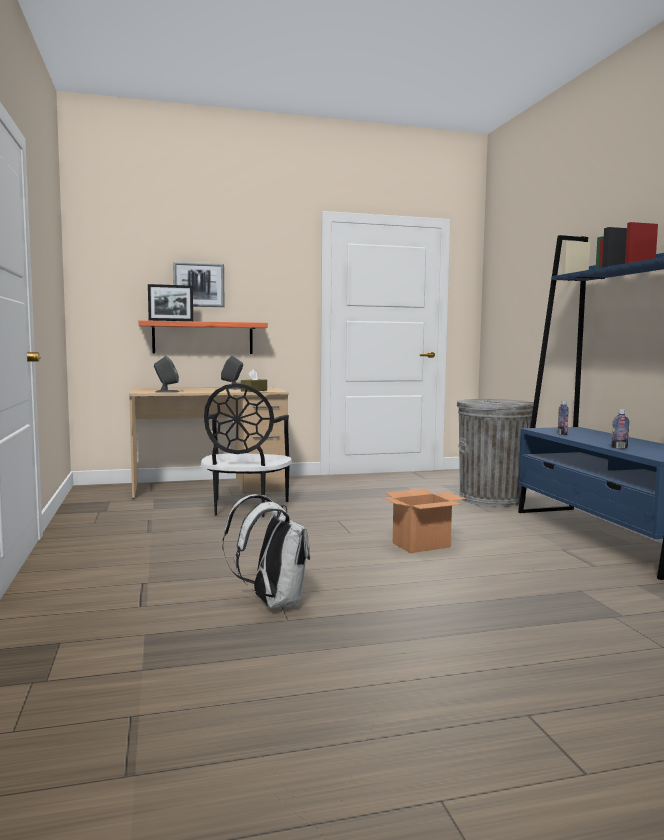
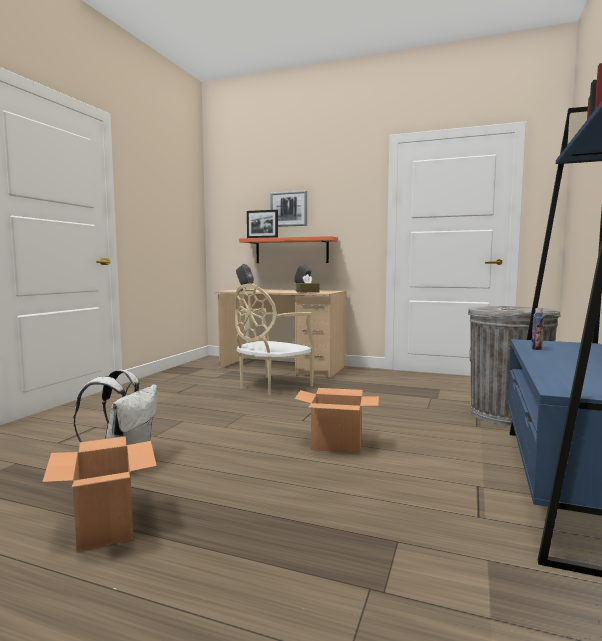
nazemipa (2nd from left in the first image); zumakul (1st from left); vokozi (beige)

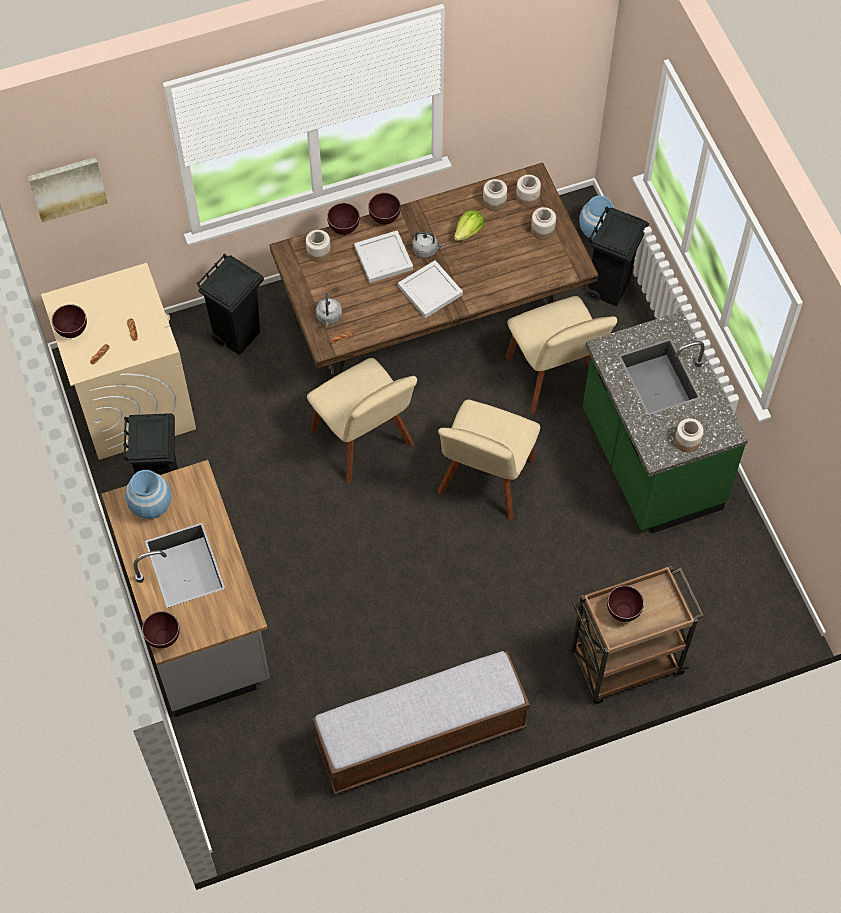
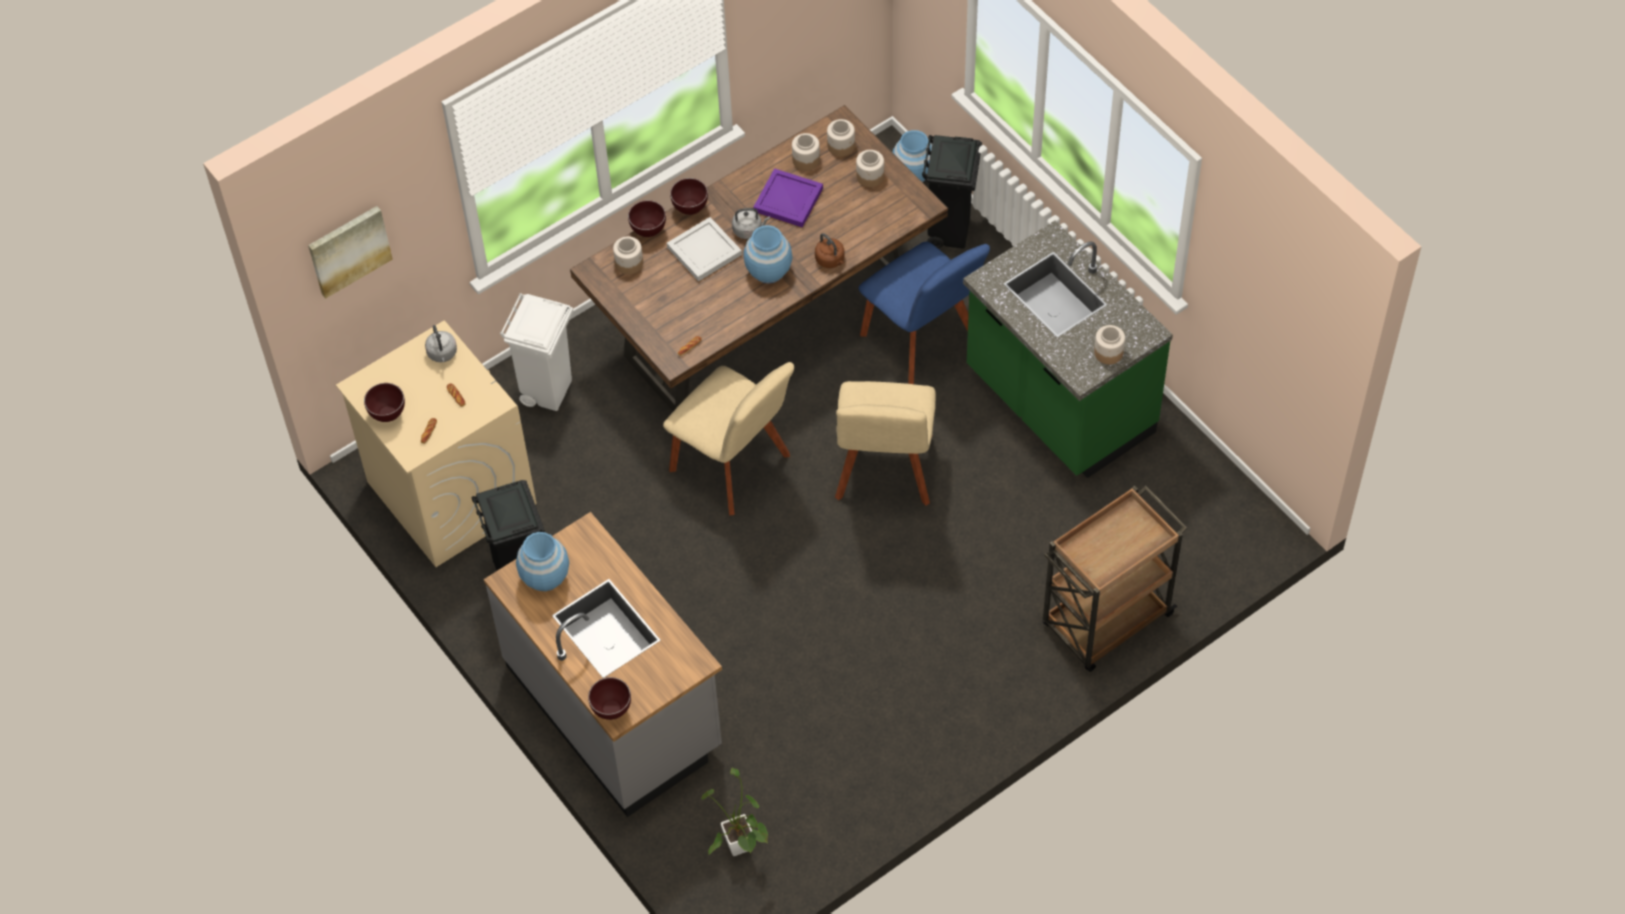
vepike; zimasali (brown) (5th from left in the first image); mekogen; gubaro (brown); gubaro (grey) (1st from left); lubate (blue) (2nd from left); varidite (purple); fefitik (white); vokozi (blue)

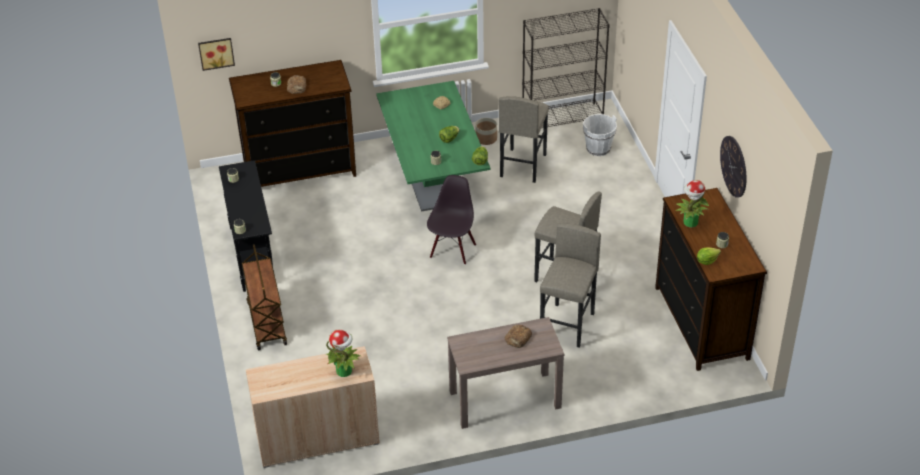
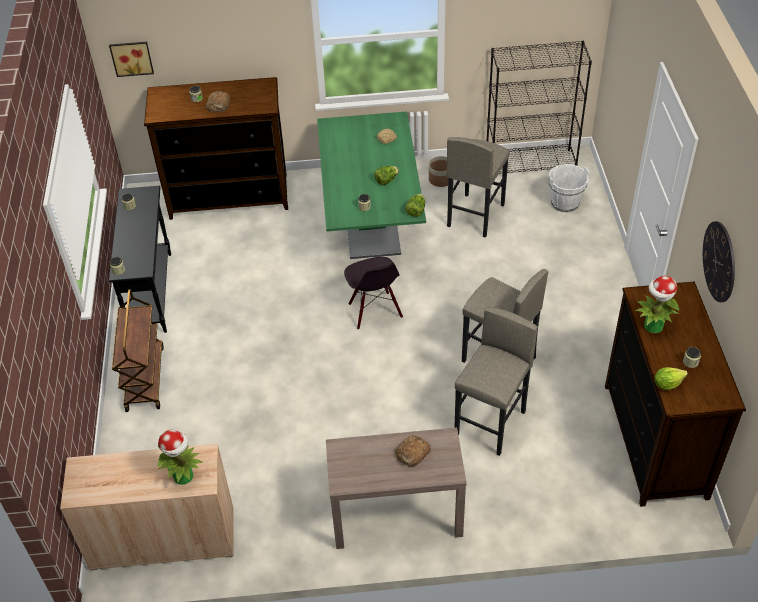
vokozi (black)

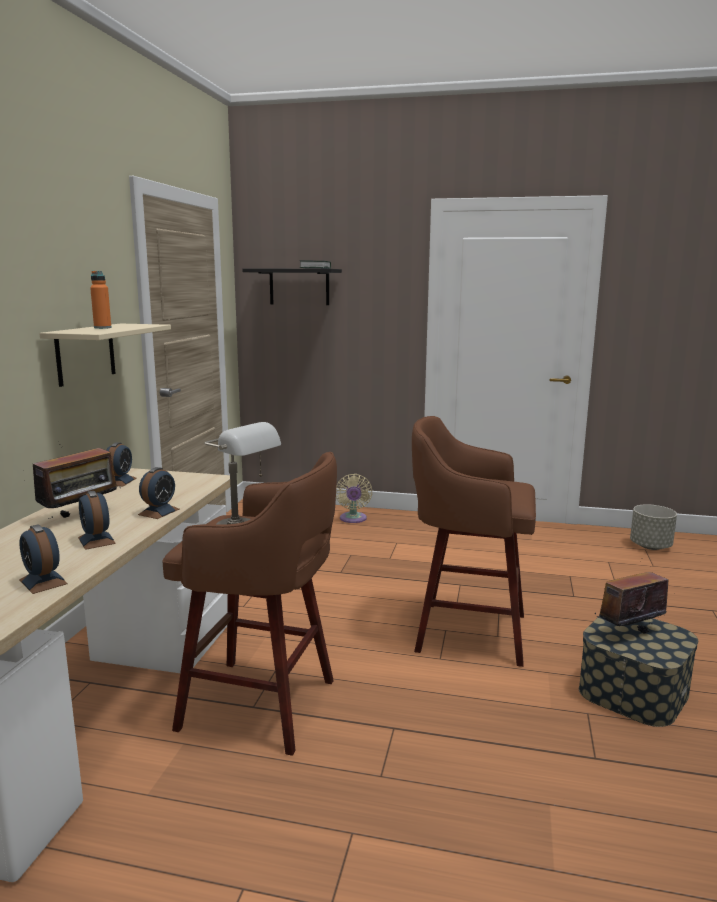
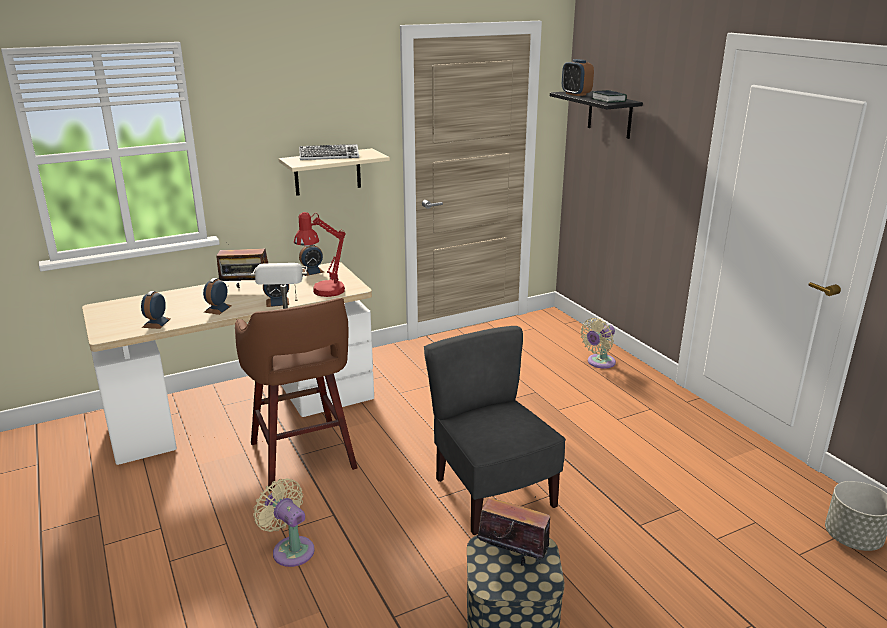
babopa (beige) (1st from left); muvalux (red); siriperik (5th from left); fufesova; vokozi (grey)

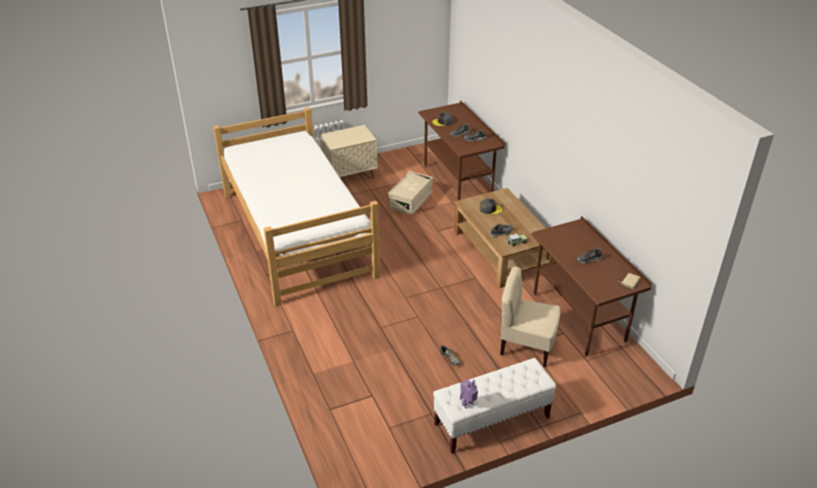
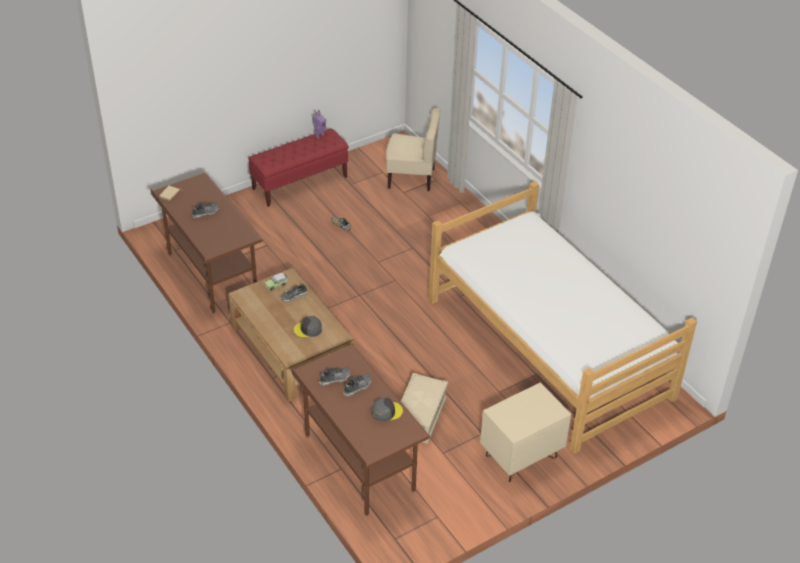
vokozi (beige); vepike (red)

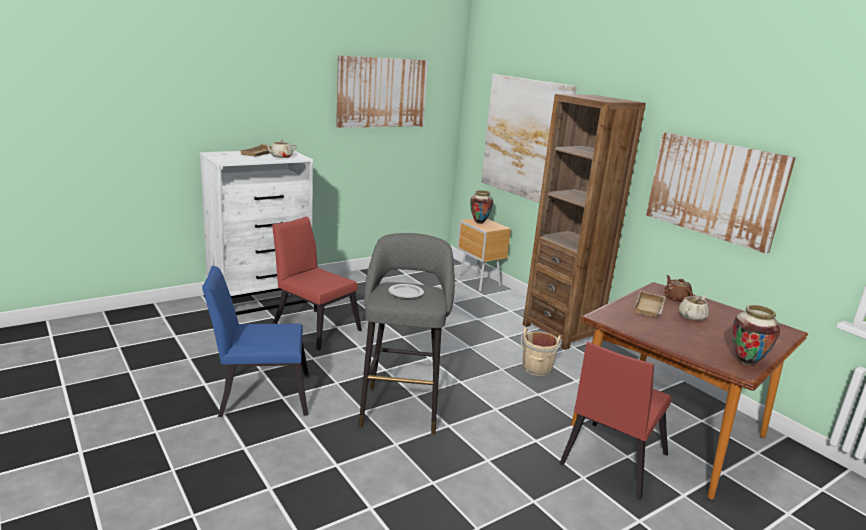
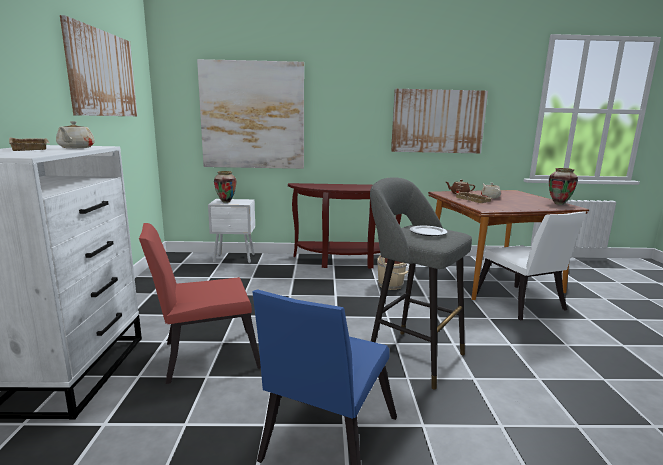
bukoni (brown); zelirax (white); vokozi (white)

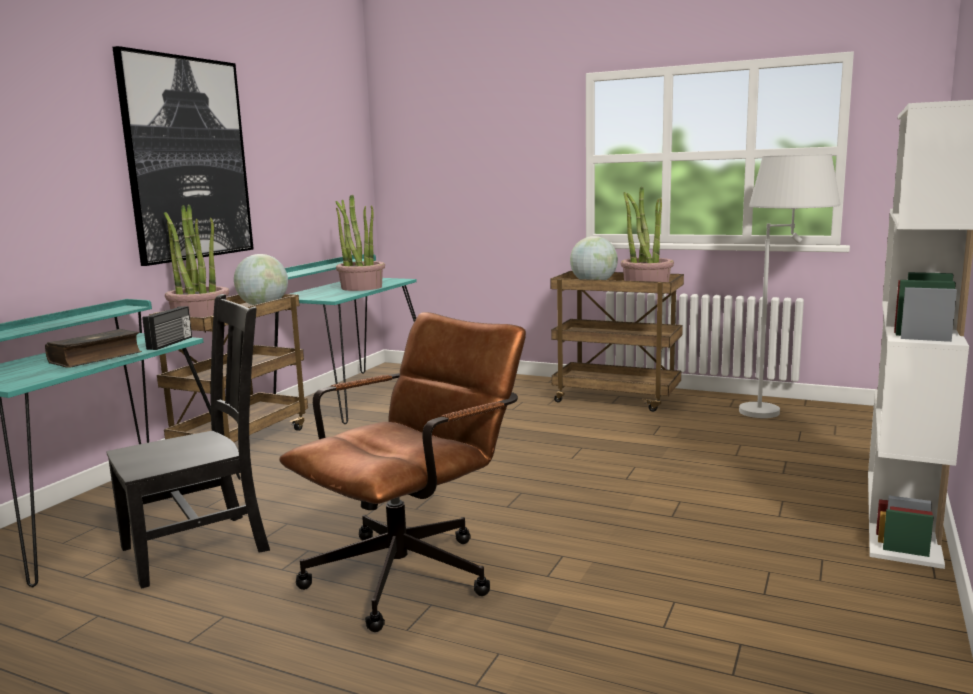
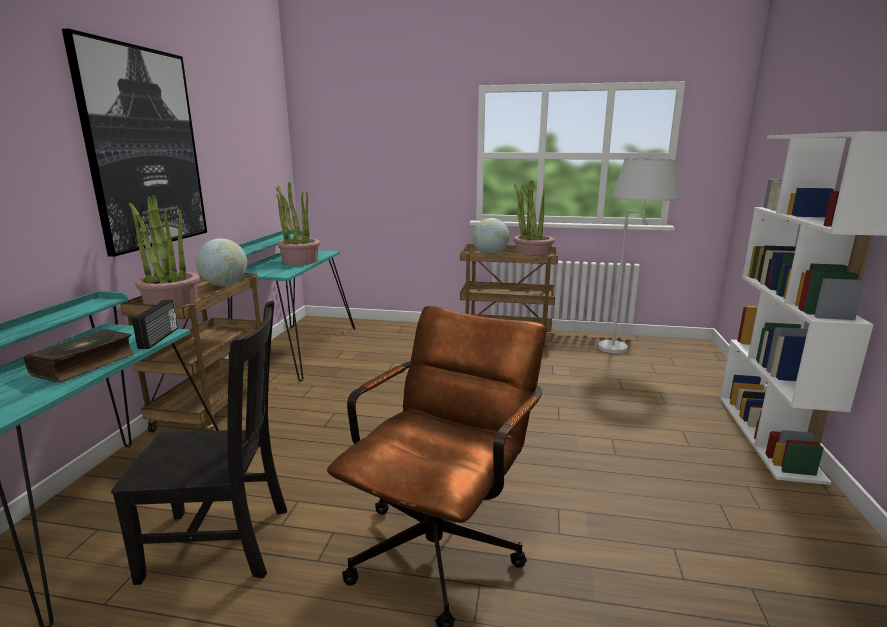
vokozi (black)

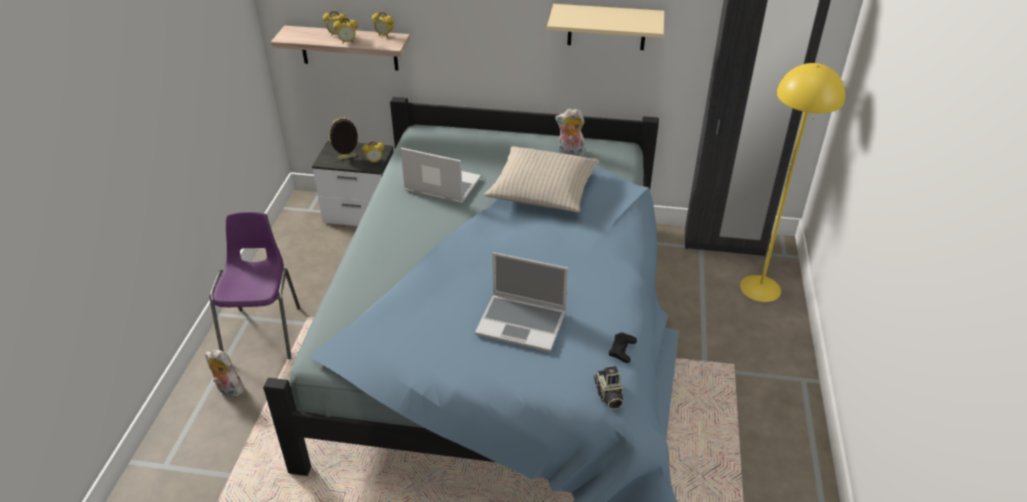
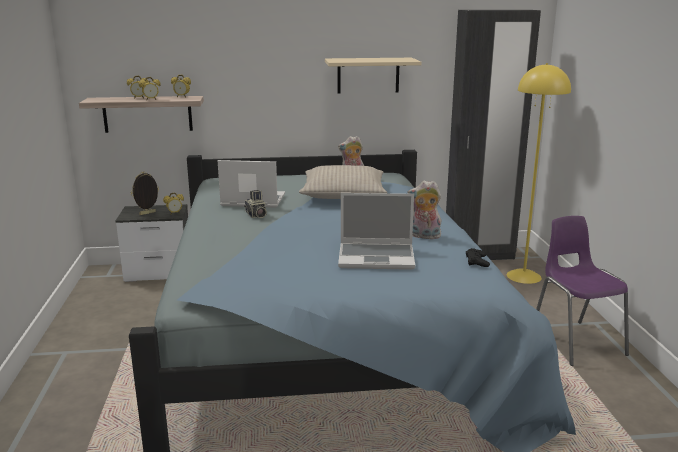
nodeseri (2nd from left); vokozi (purple); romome

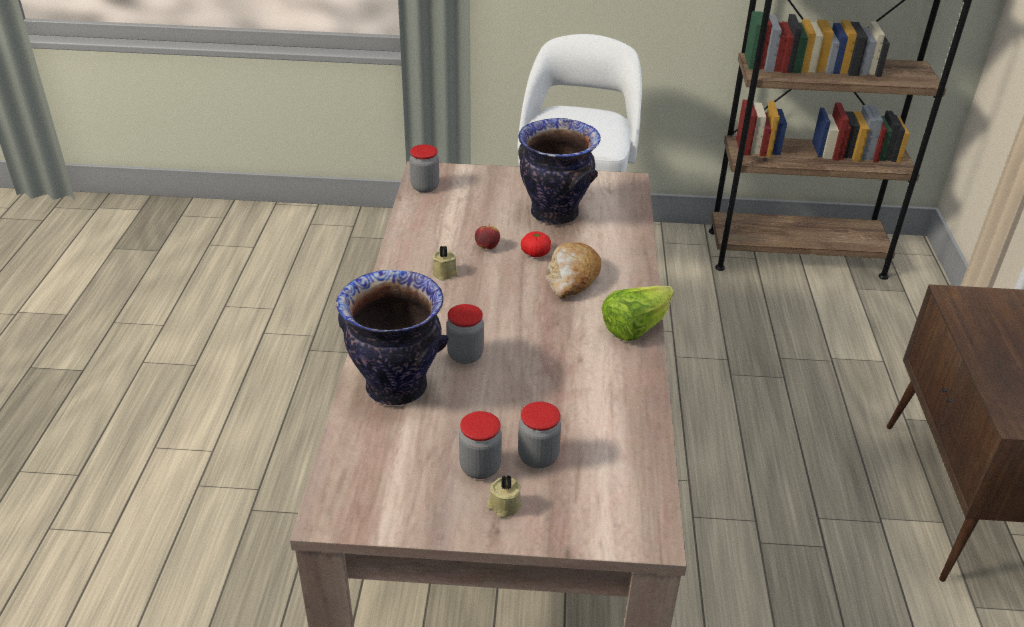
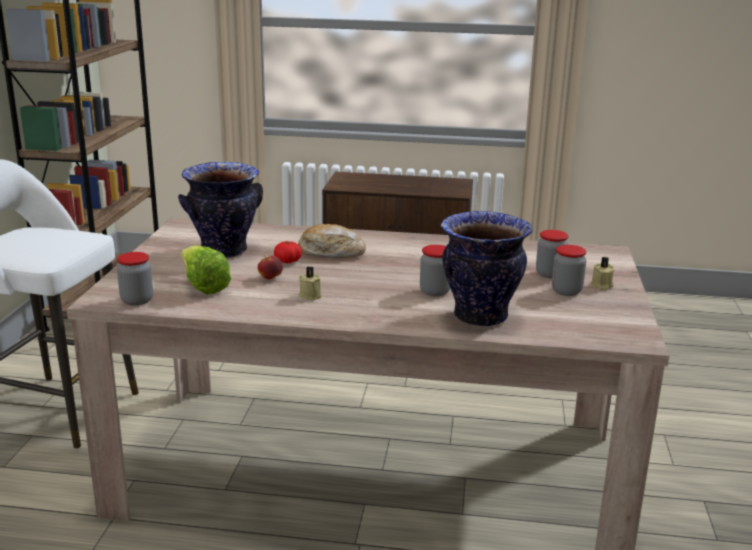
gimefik

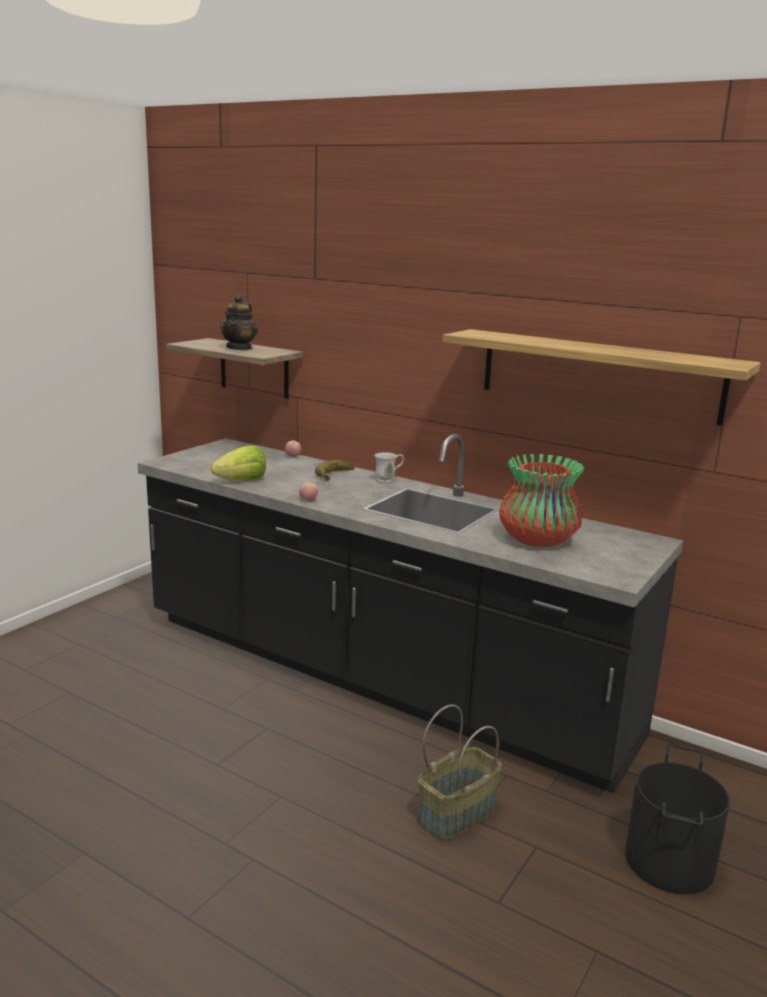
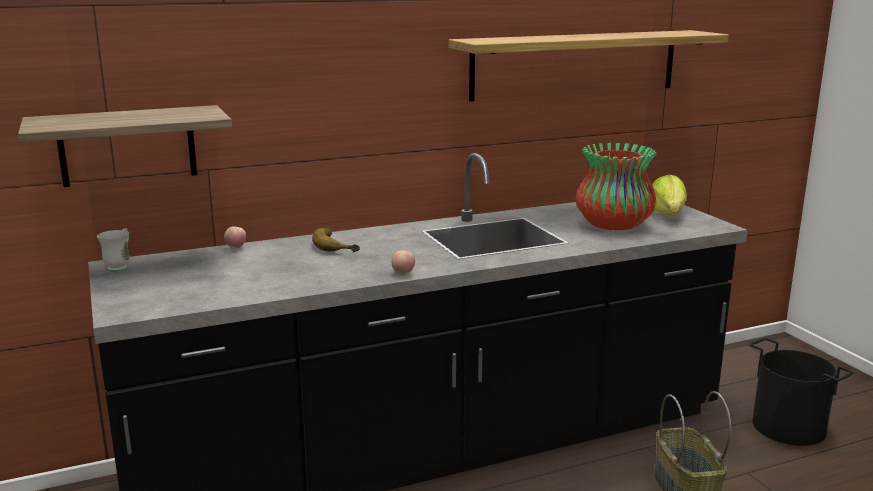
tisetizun; gimefik; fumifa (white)

